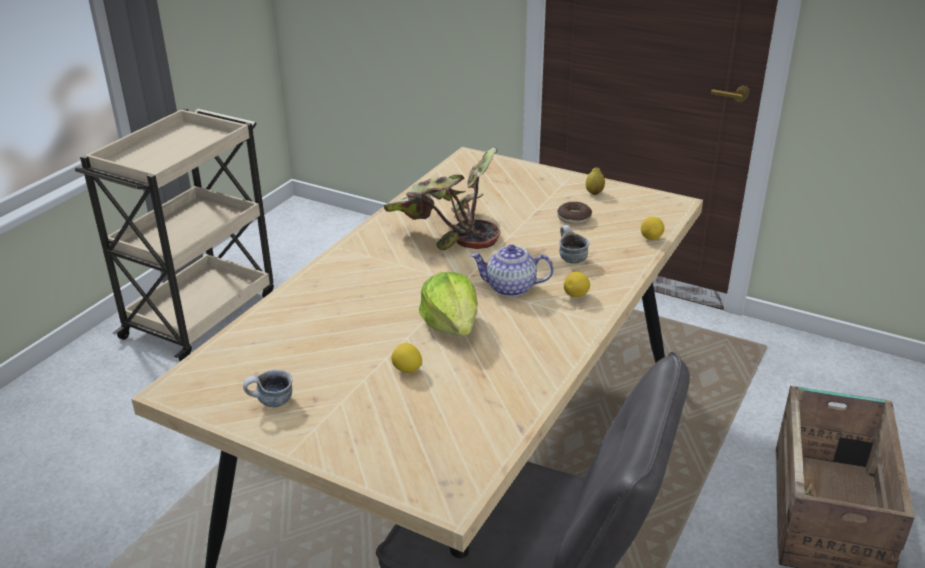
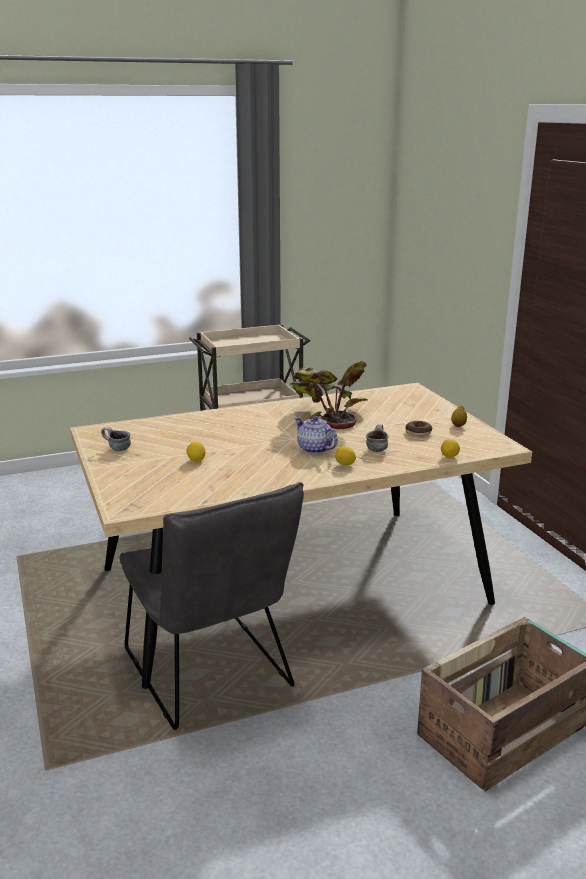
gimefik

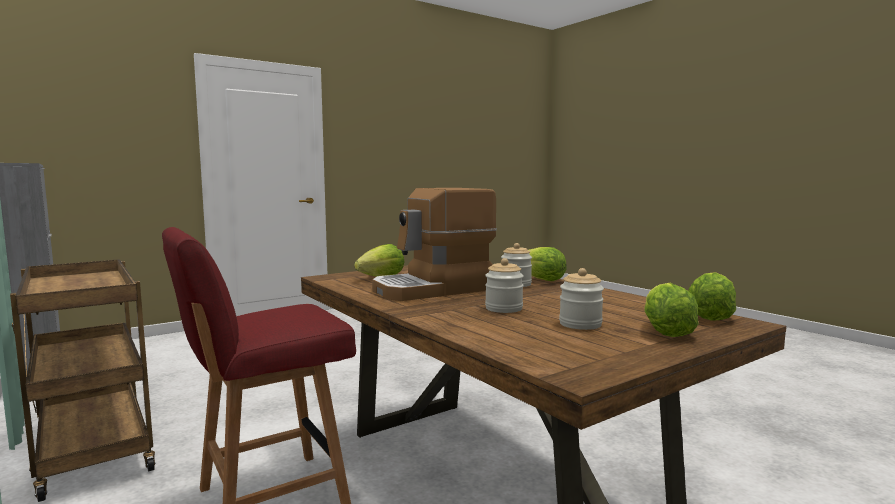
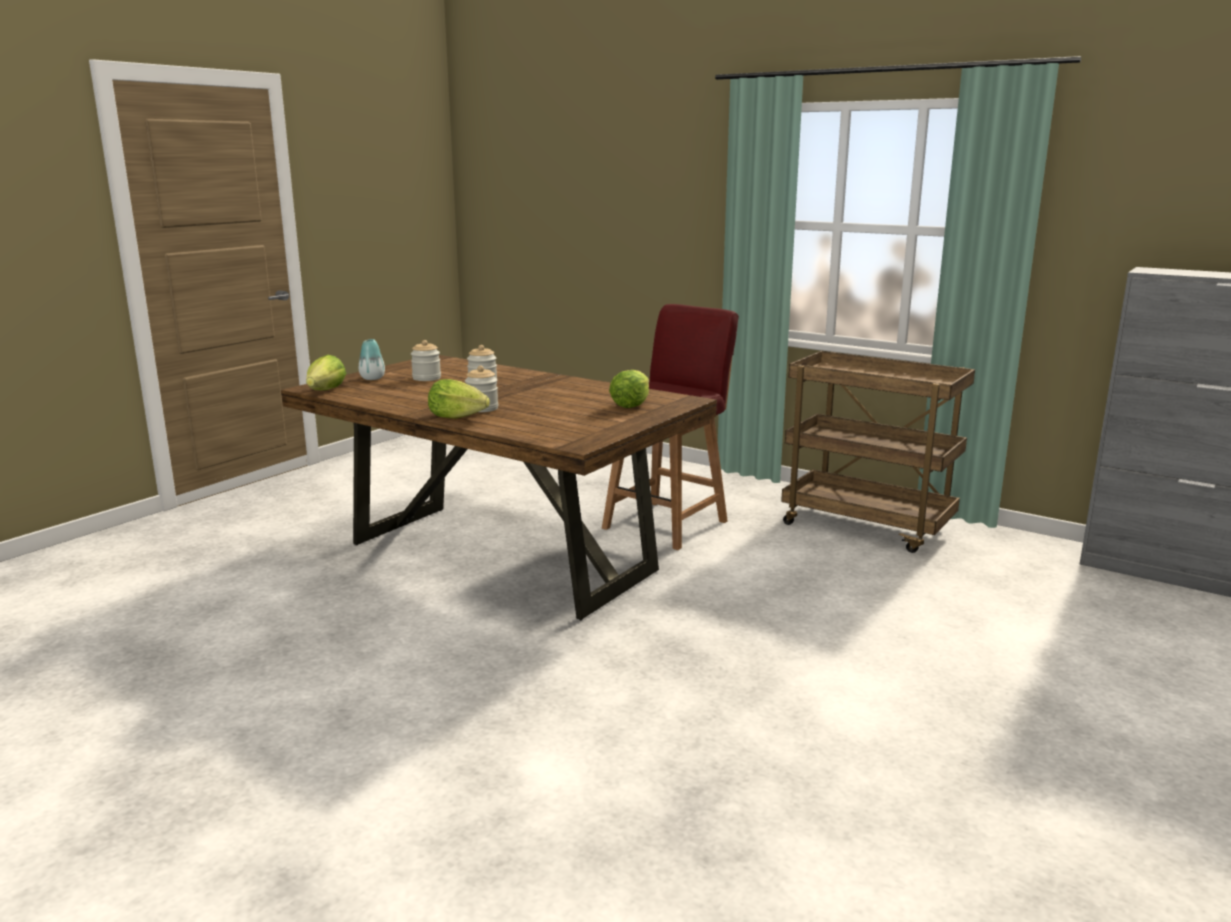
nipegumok; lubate

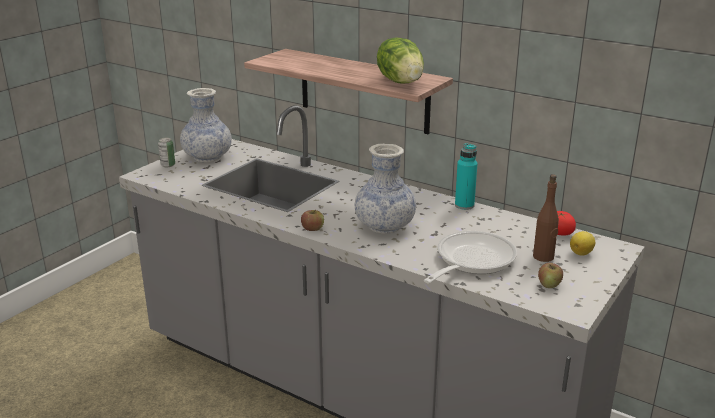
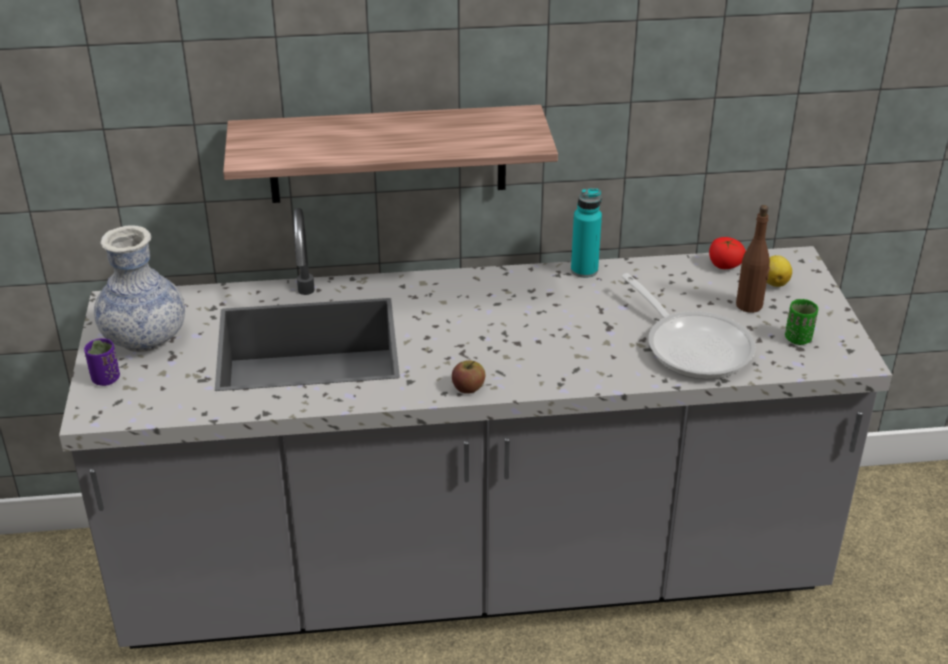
lubate (2nd from left in the first image); gimefik; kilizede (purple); kilizede (green); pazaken

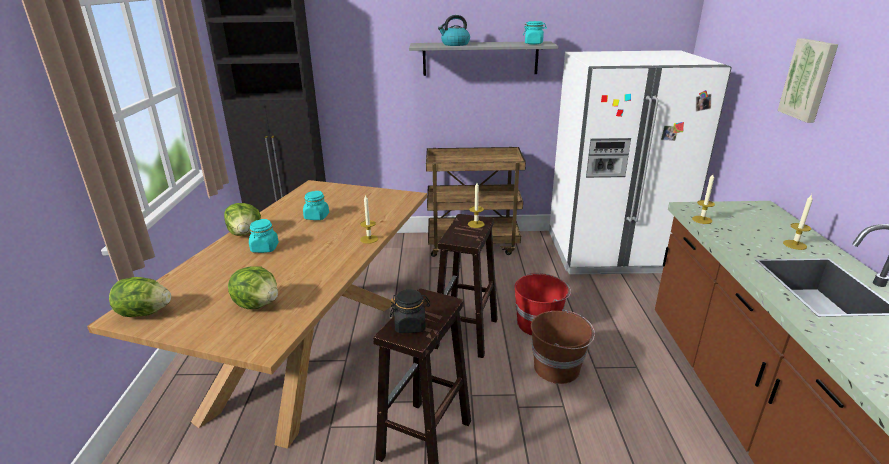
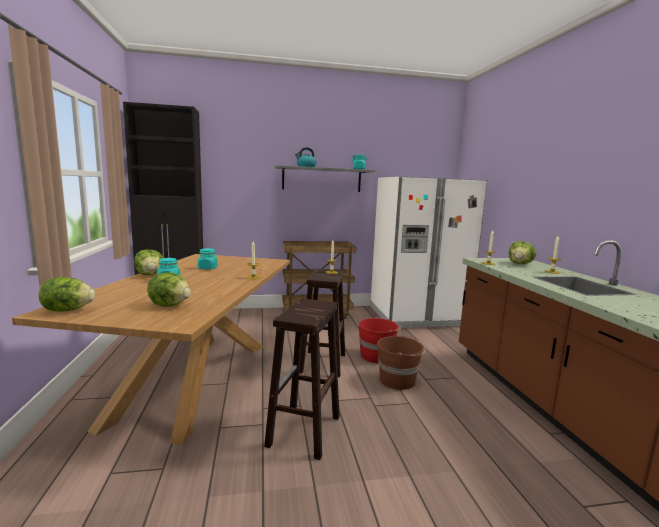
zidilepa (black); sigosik; gimefik (4th from left)

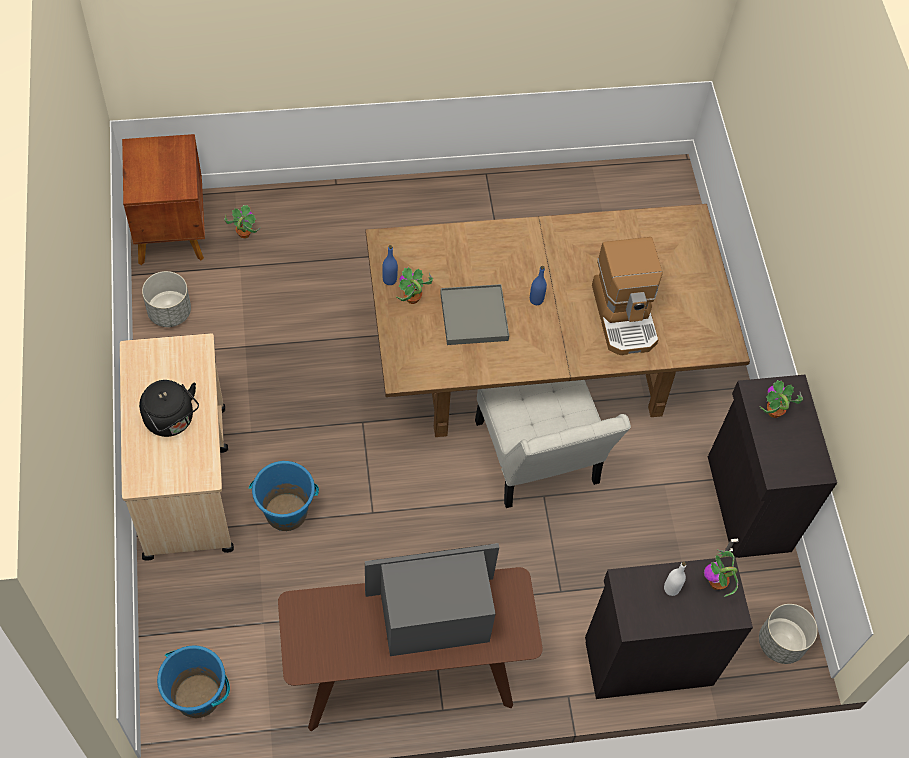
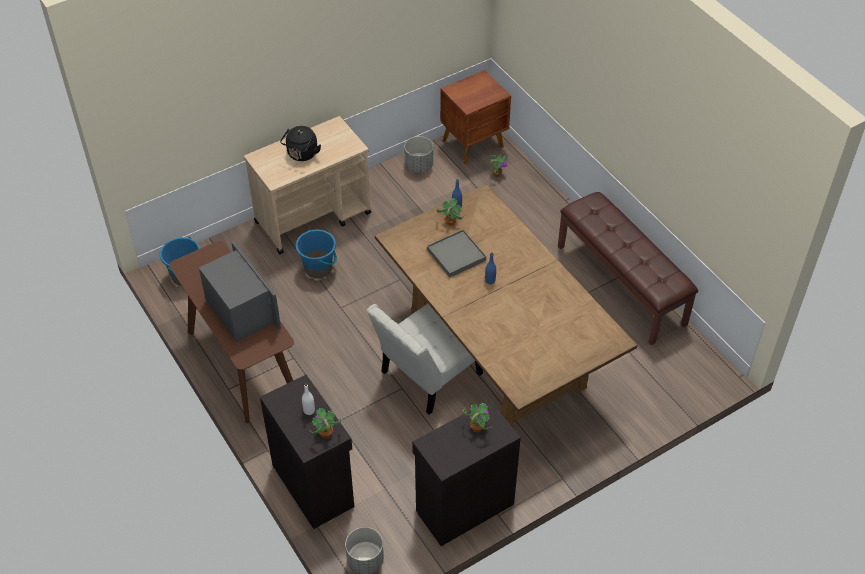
nipegumok; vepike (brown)

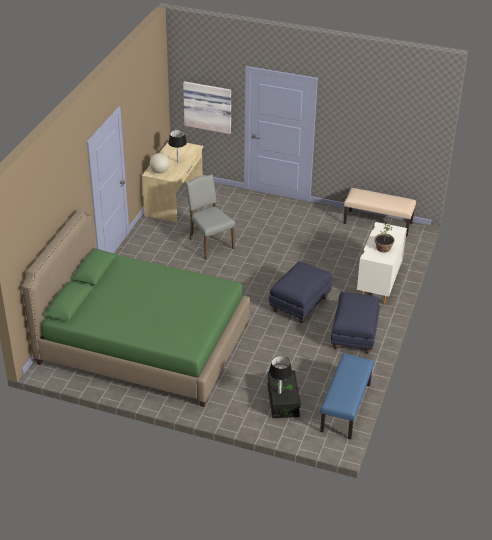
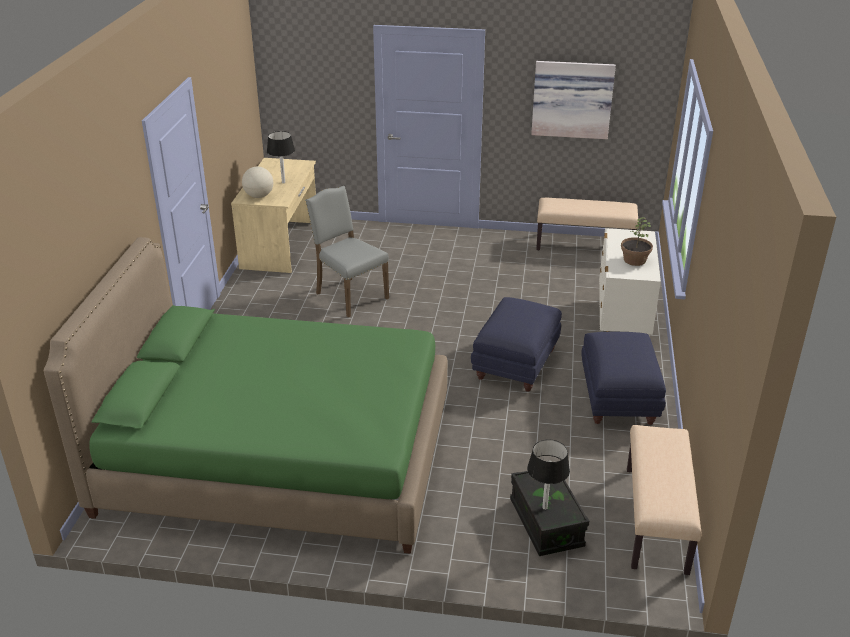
sigosik; vepike (beige) (2nd from left)

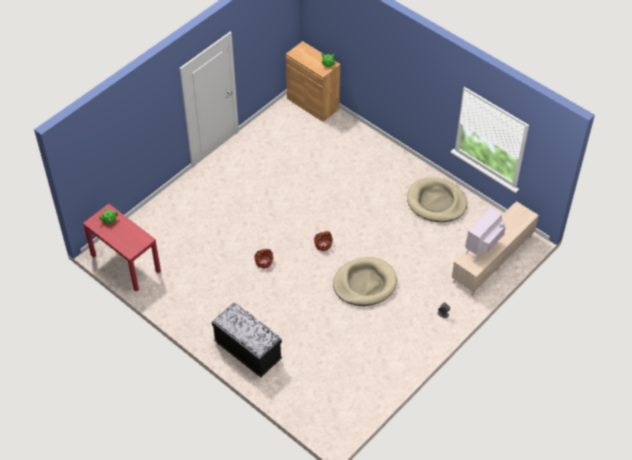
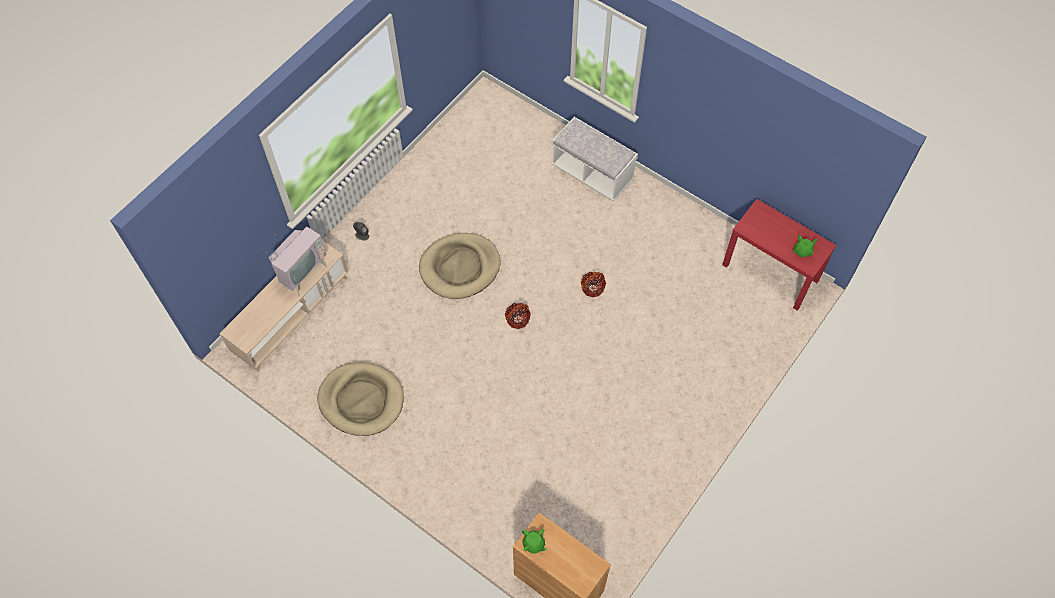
vepike (white)

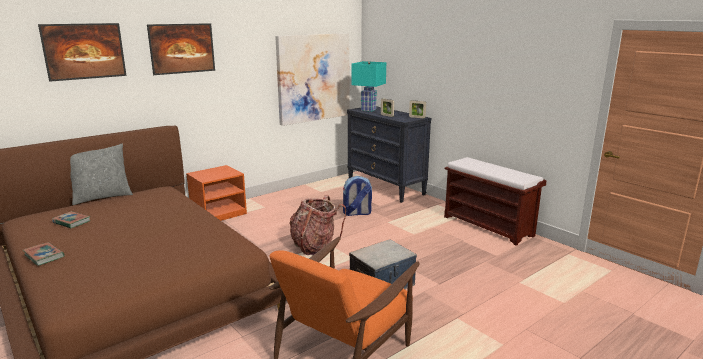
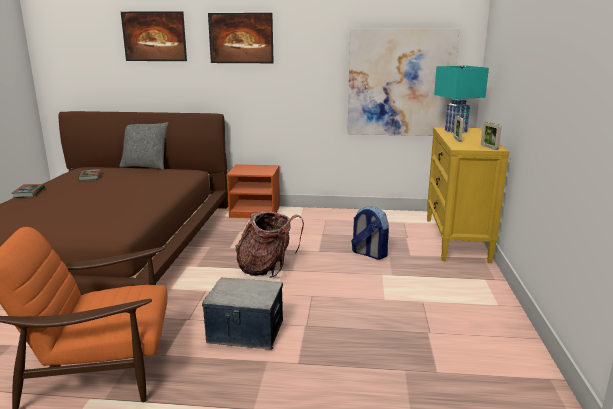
vepike (brown); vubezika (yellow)

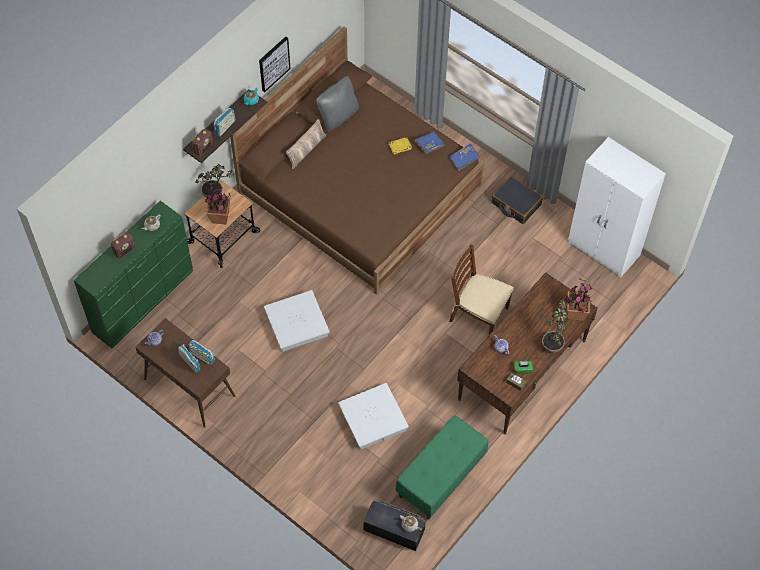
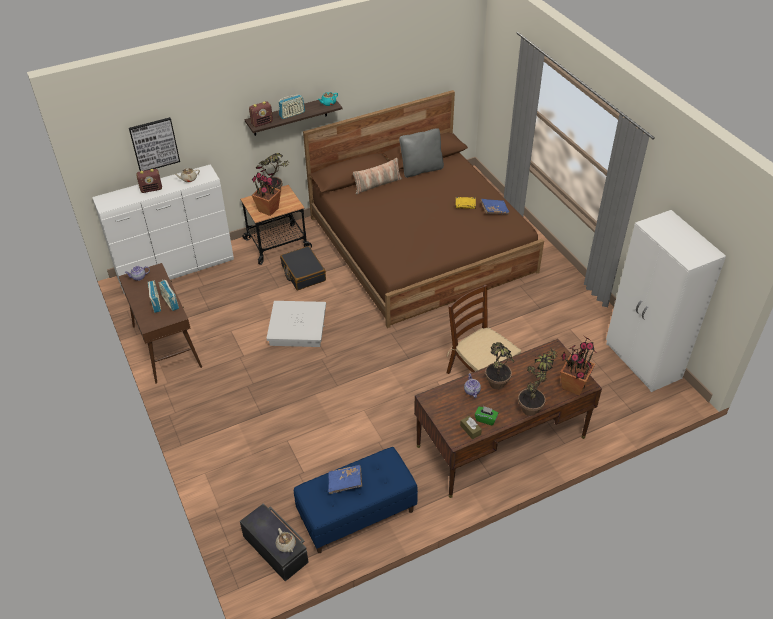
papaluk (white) (2nd from left in the first image); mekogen (3rd from left); sigosik; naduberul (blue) (1st from left); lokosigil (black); vubezika (white); vepike (blue)

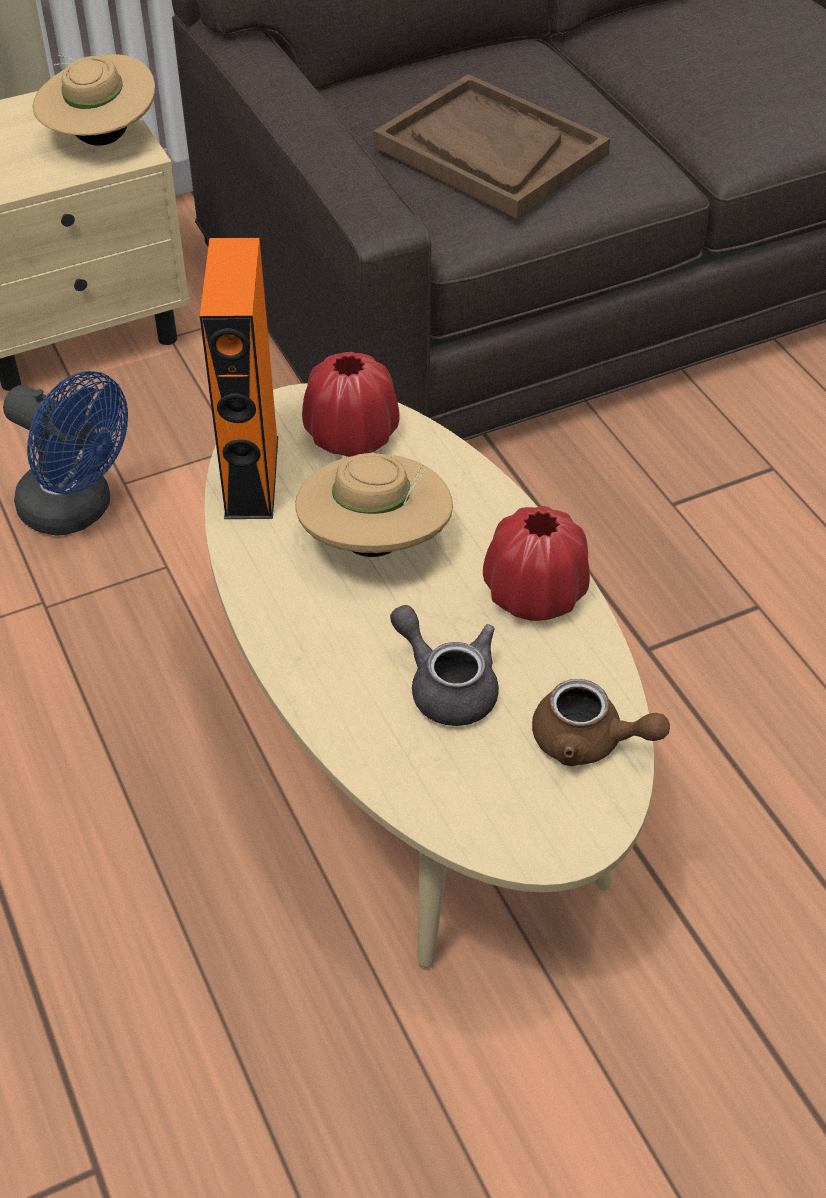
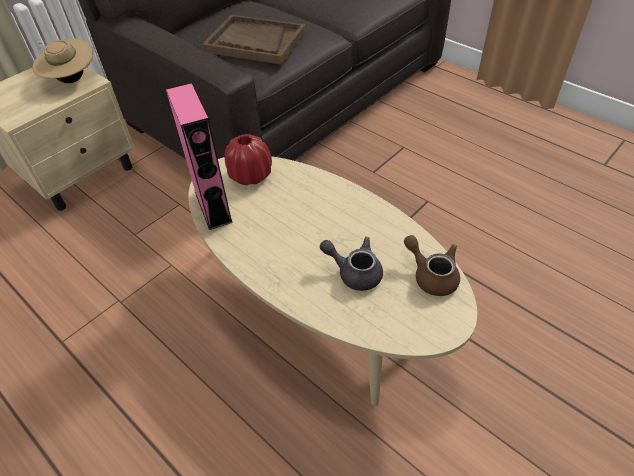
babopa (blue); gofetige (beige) (2nd from left in the first image); lubate (red) (2nd from left in the first image); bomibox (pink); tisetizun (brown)

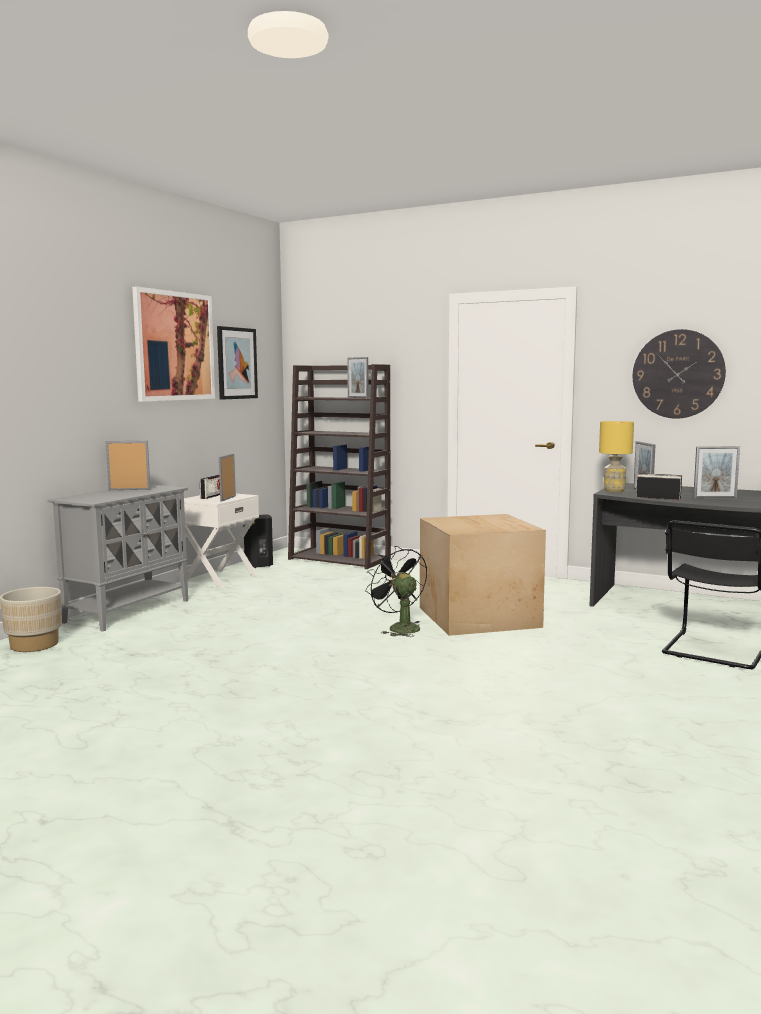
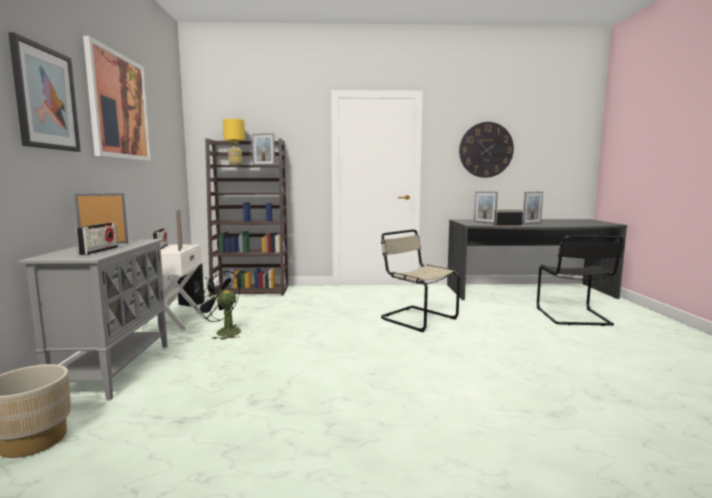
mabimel (1st from left); sigosik (1st from left); babopa (black); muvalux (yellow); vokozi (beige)

